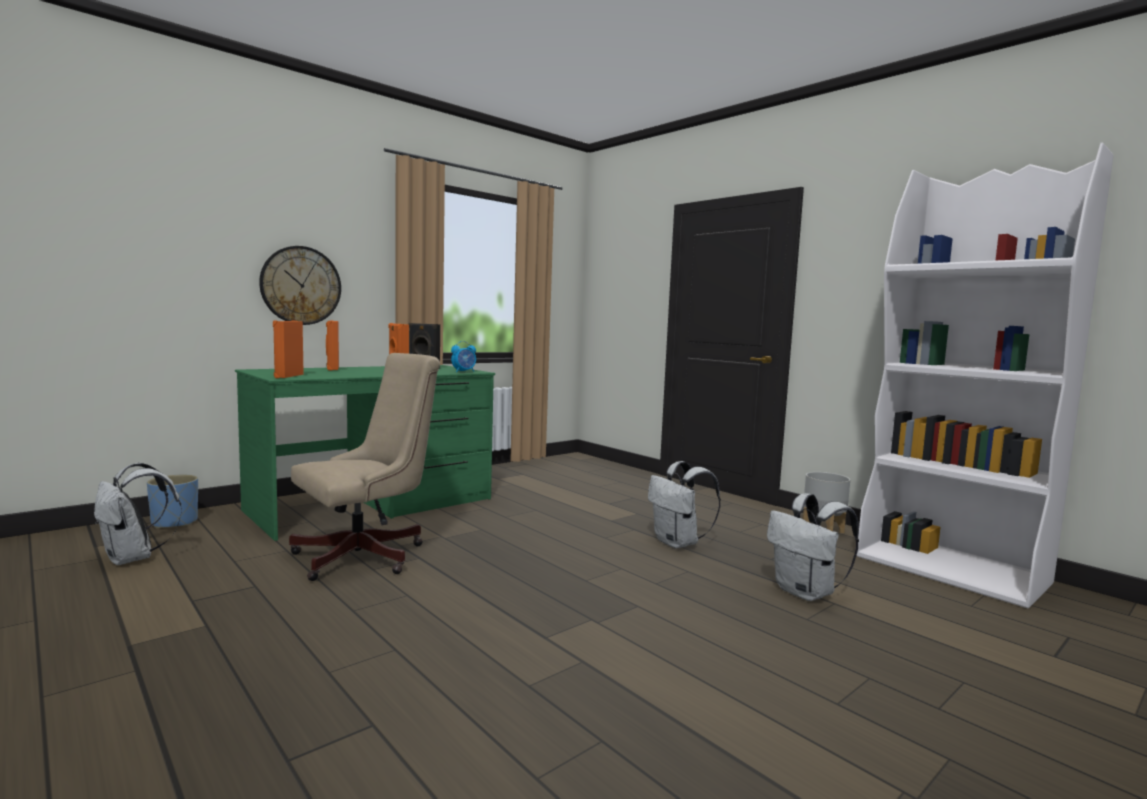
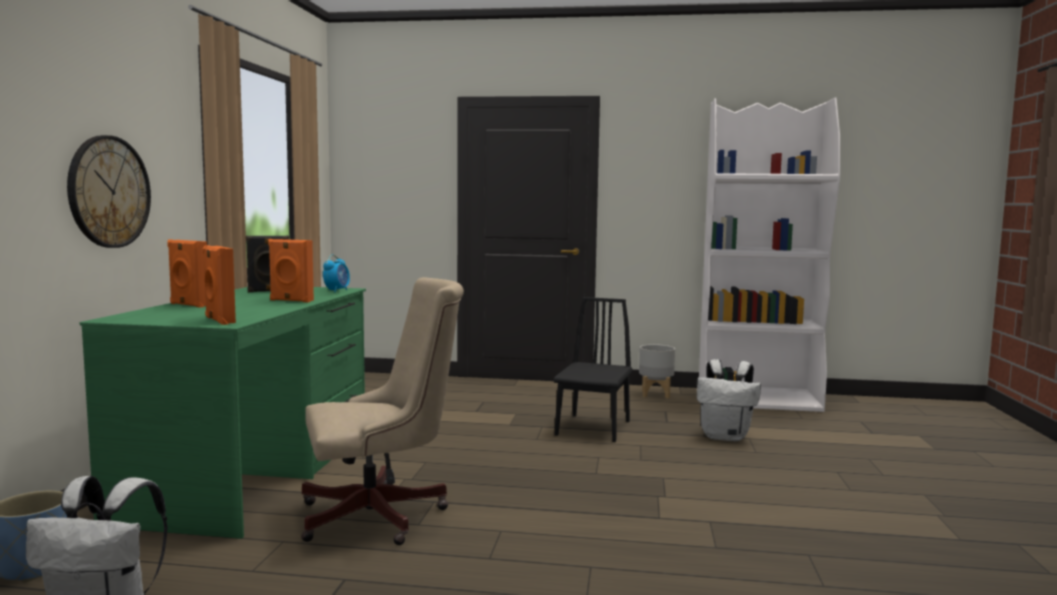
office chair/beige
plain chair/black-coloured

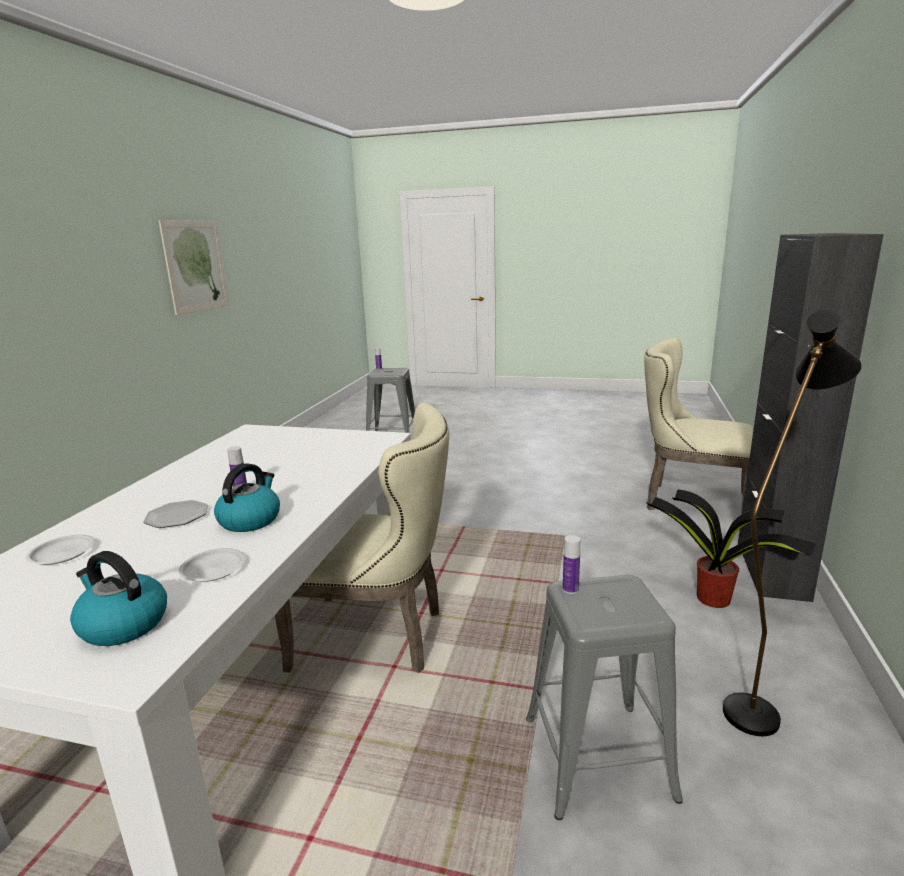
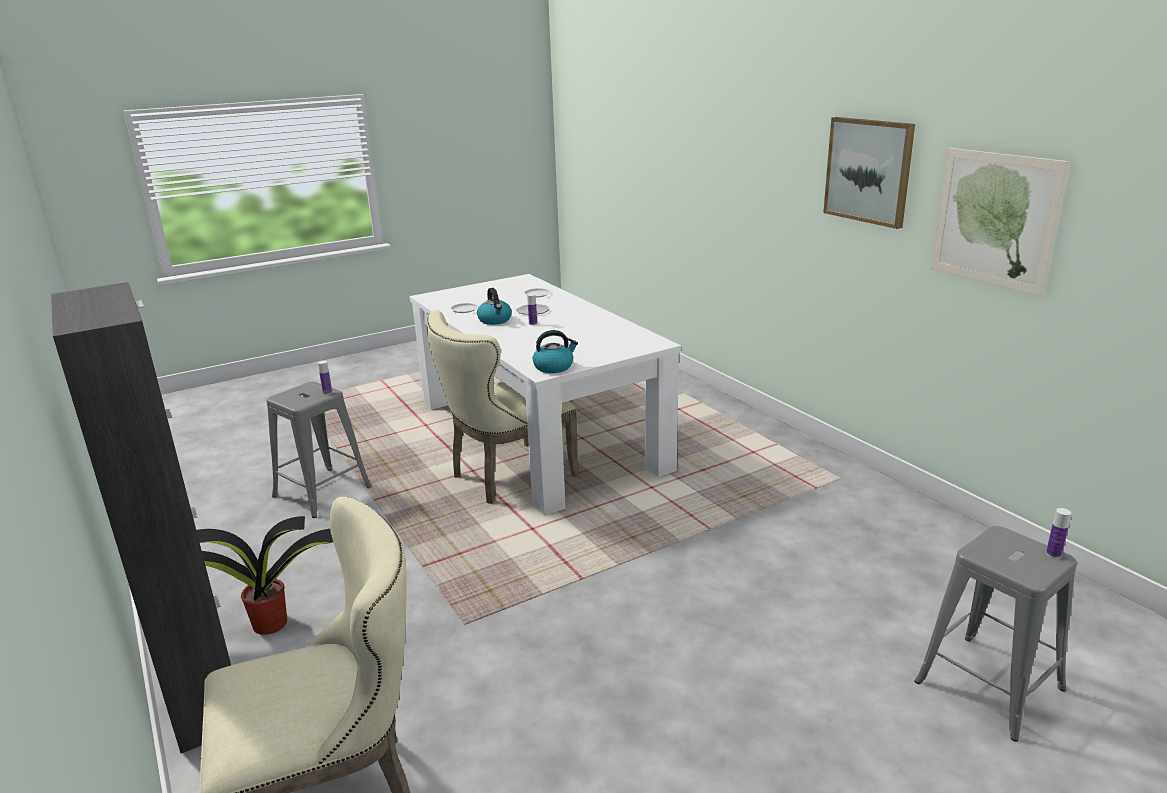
standing lamp/black-coloured
tea kettle (2nd from left)
wall art (1st from left)

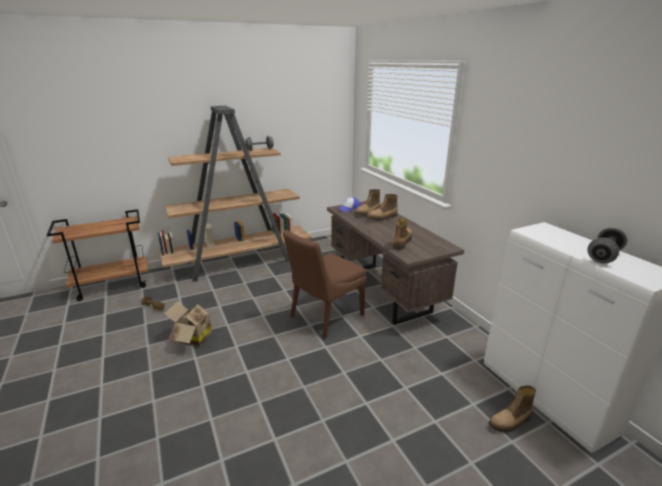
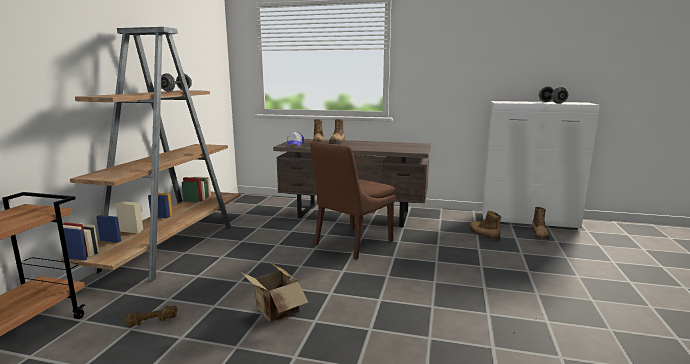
tall boot (3rd from left)
plain chair/brown-coloured

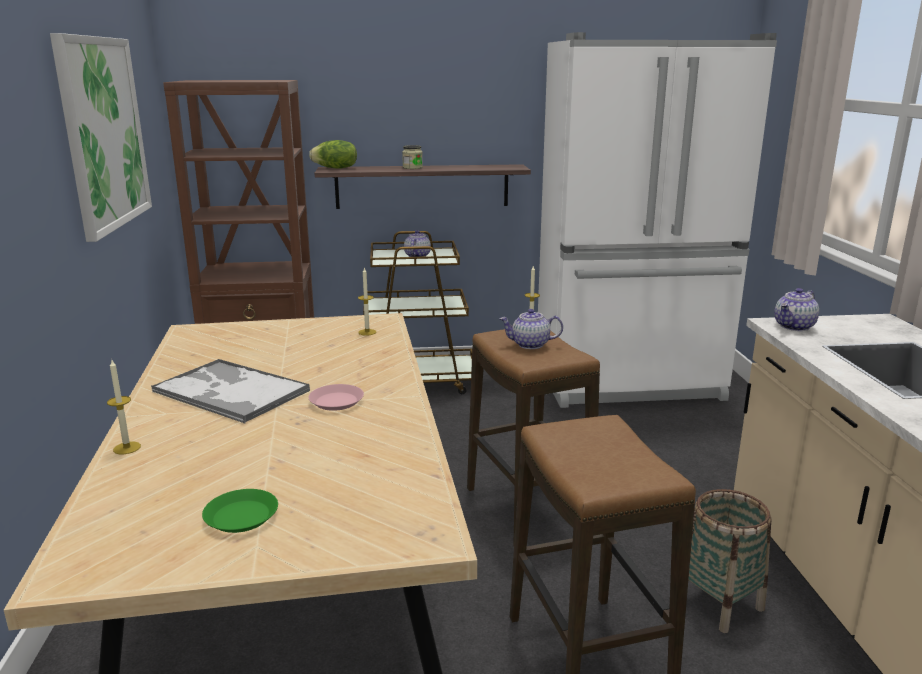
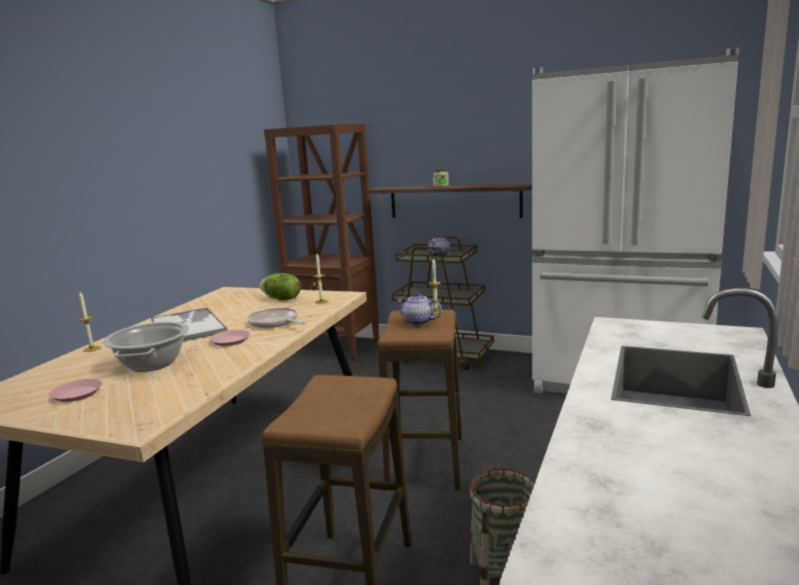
wall art
lettuce head
pot for tea (3rd from left in the first image)
plate/pink-coloured (1st from left)
frying pan
cooking pot

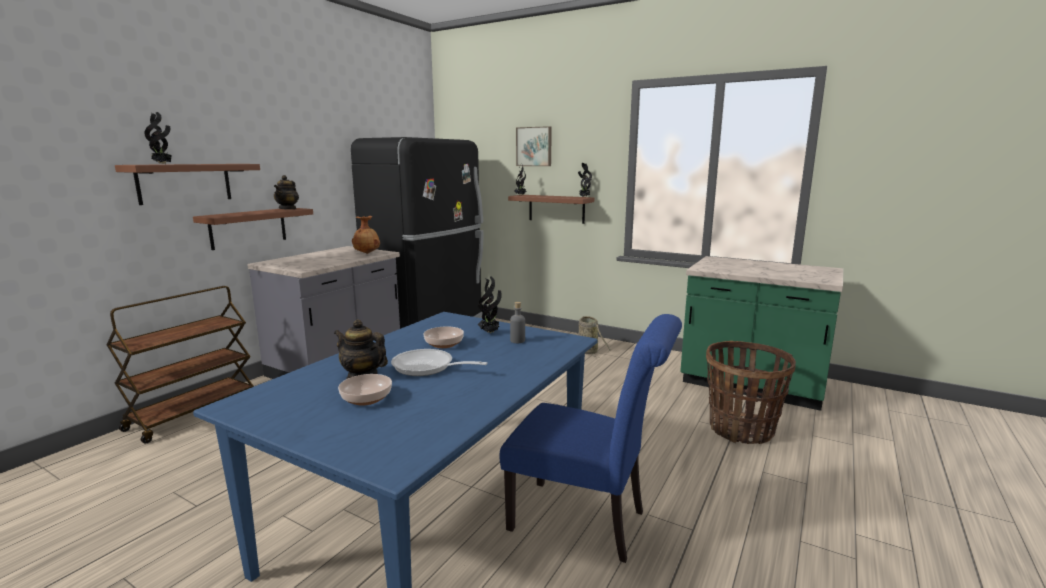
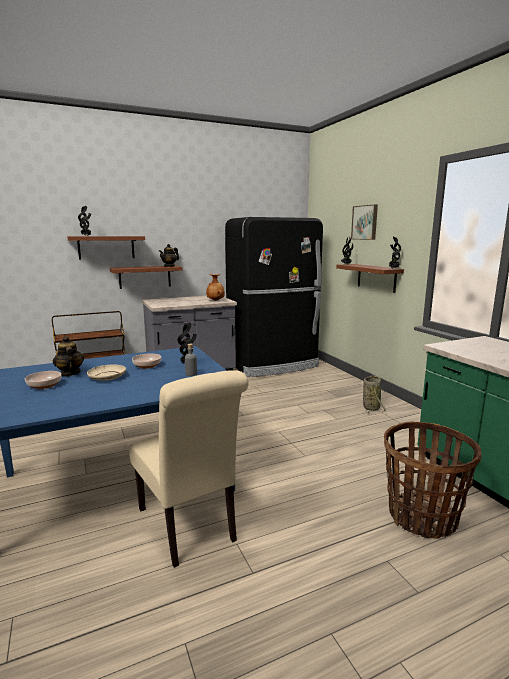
plain chair/beige
plate/beige

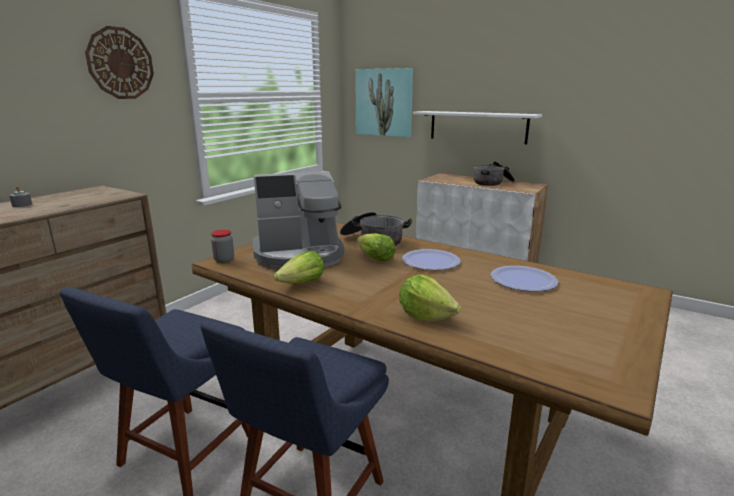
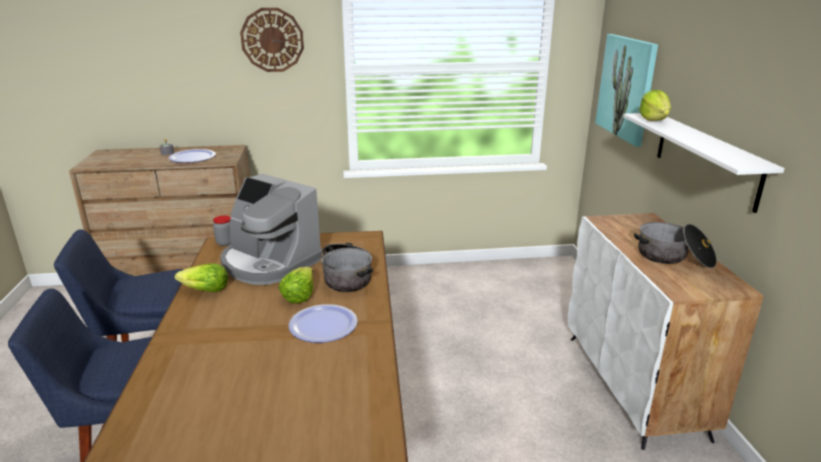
plate (1st from left)
lettuce head (3rd from left)

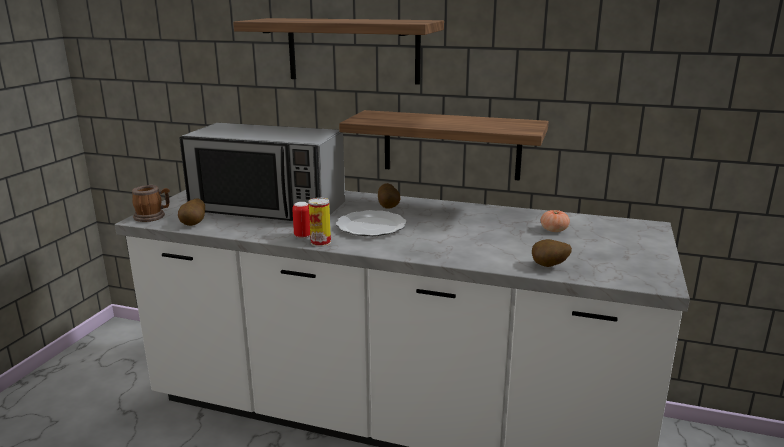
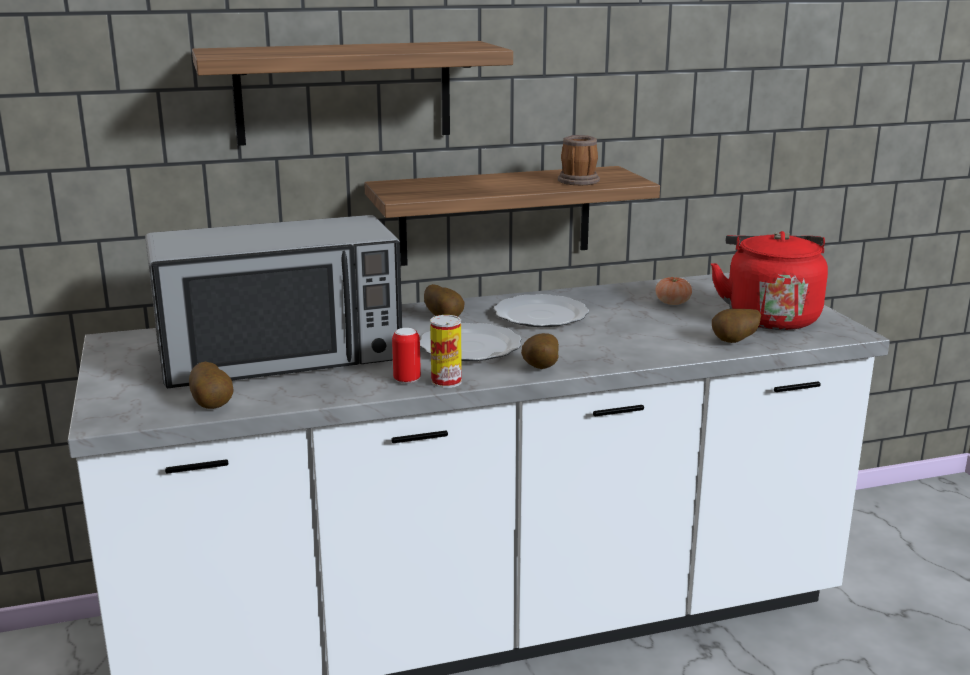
tea mug
tea kettle/red
plate (2nd from left)
potato (3rd from left)

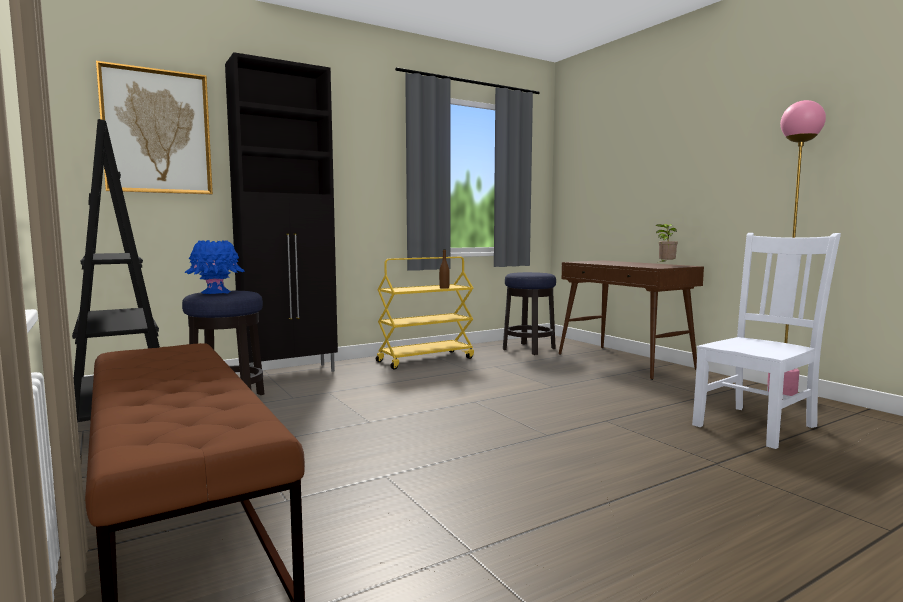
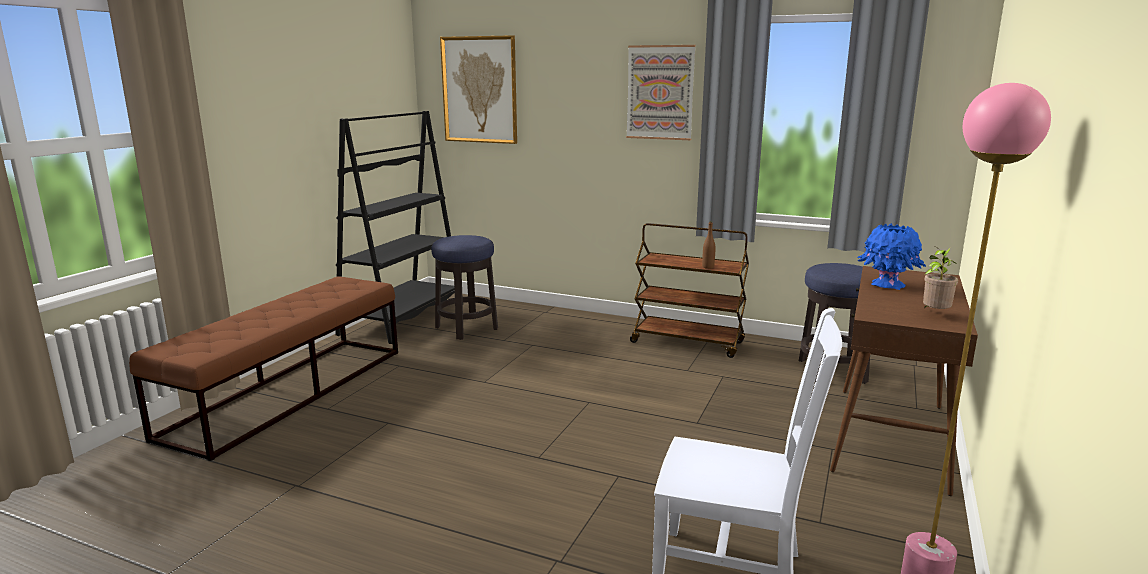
storage cabinet/black-coloured
flower vase/blue-coloured
wheeled cart/brown-coloured
wall art (2nd from left)

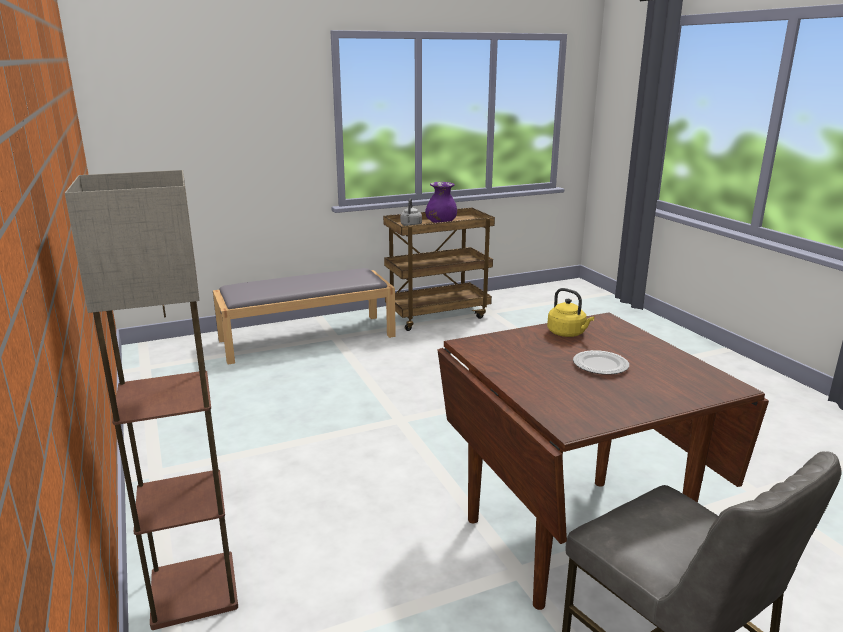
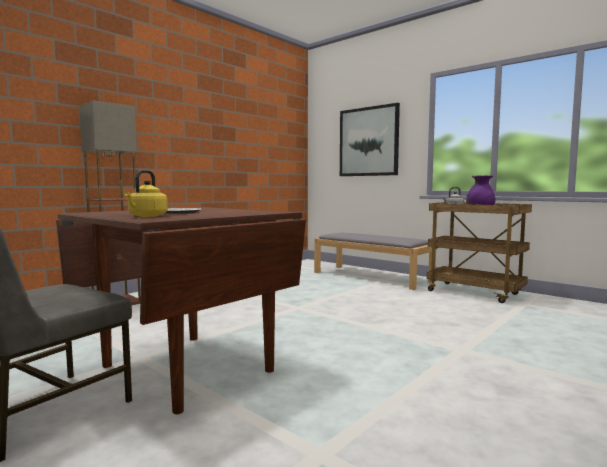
tea kettle/yellow-coloured
wall art

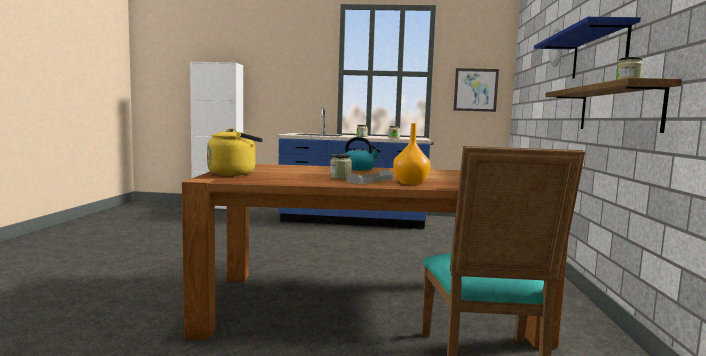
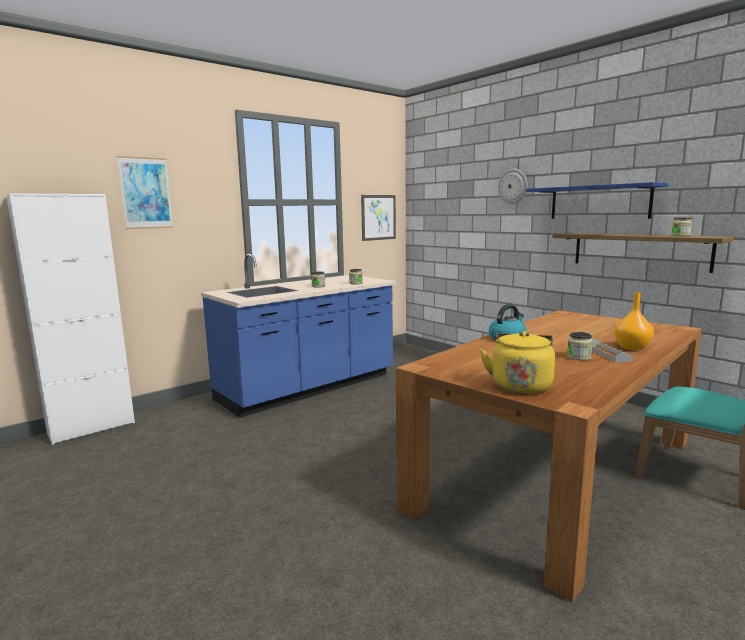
wall art (1st from left)

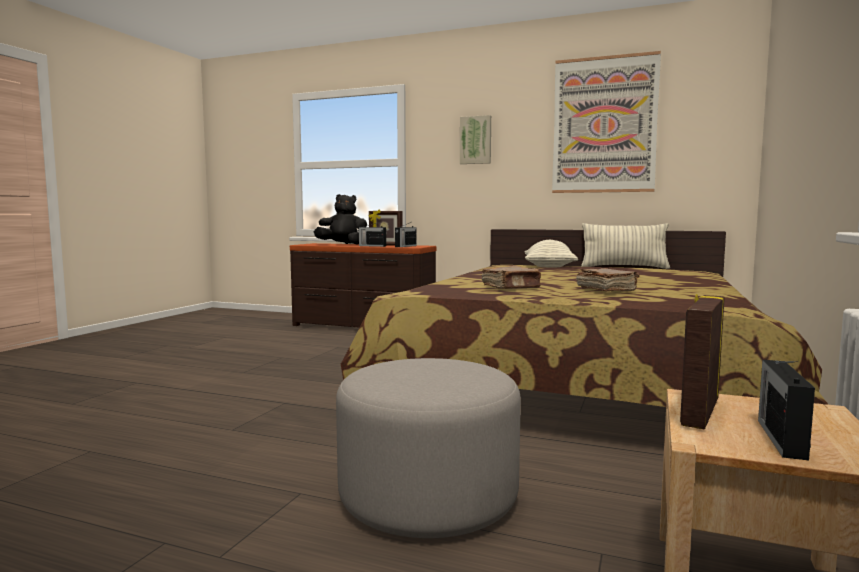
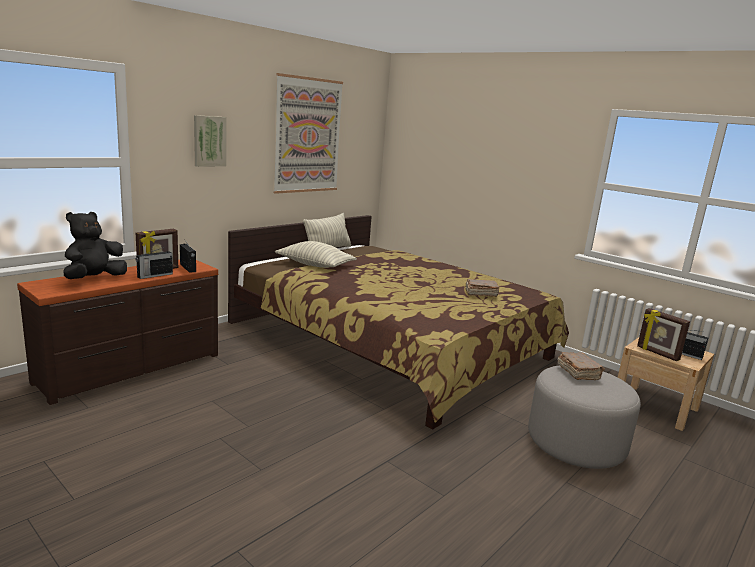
volume/brown-coloured (2nd from left)

